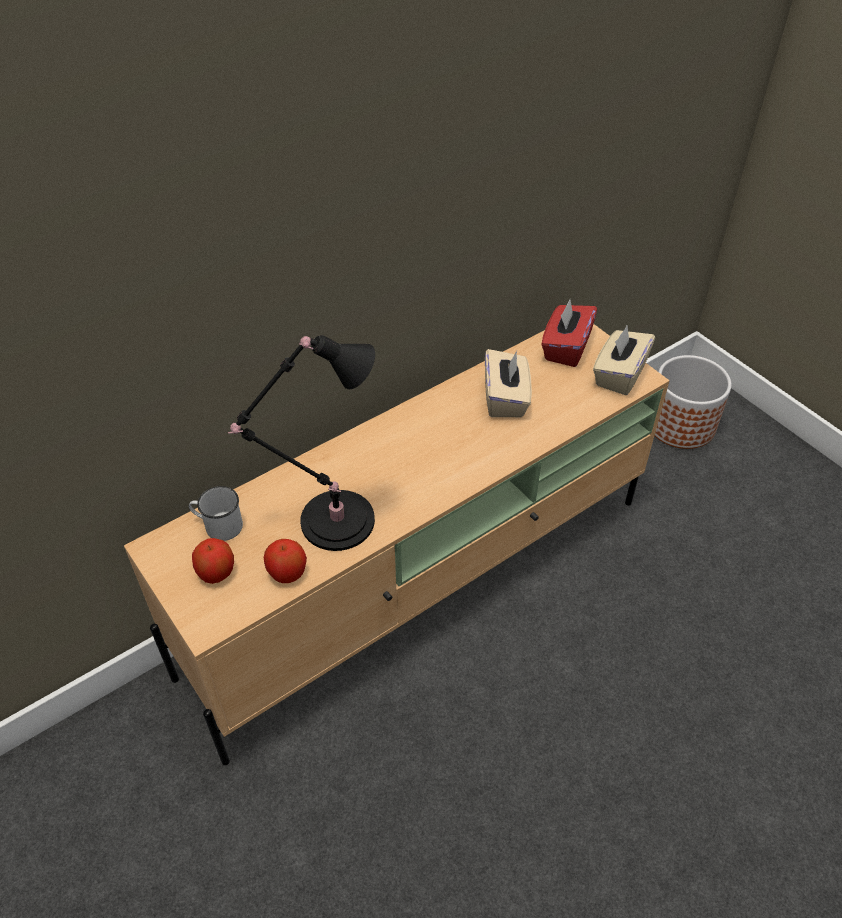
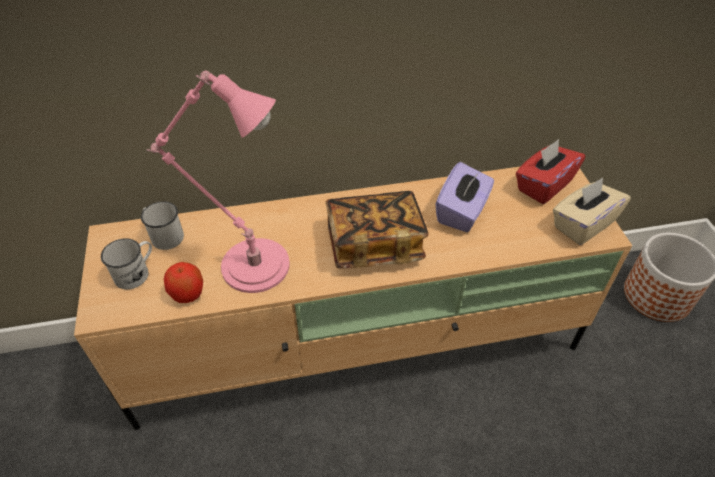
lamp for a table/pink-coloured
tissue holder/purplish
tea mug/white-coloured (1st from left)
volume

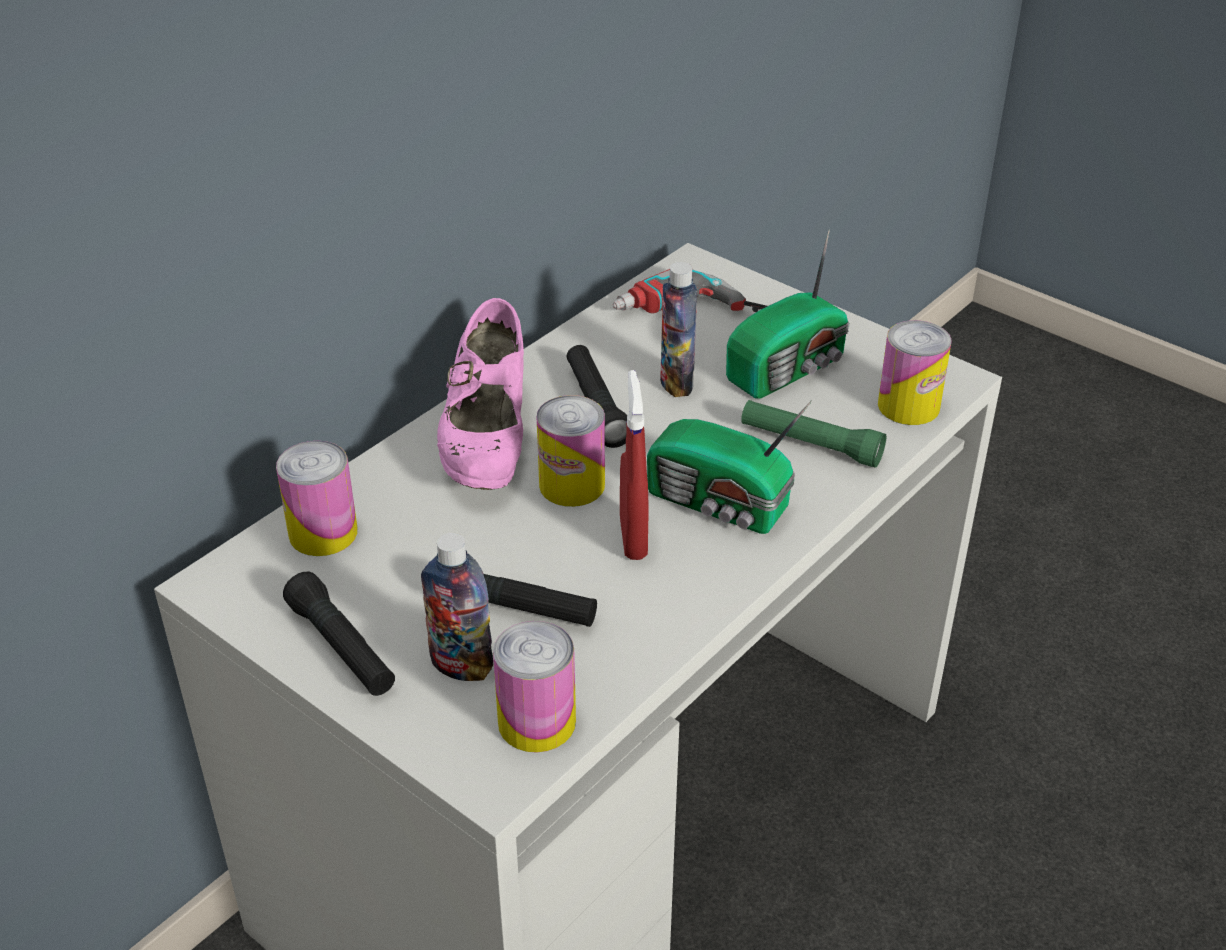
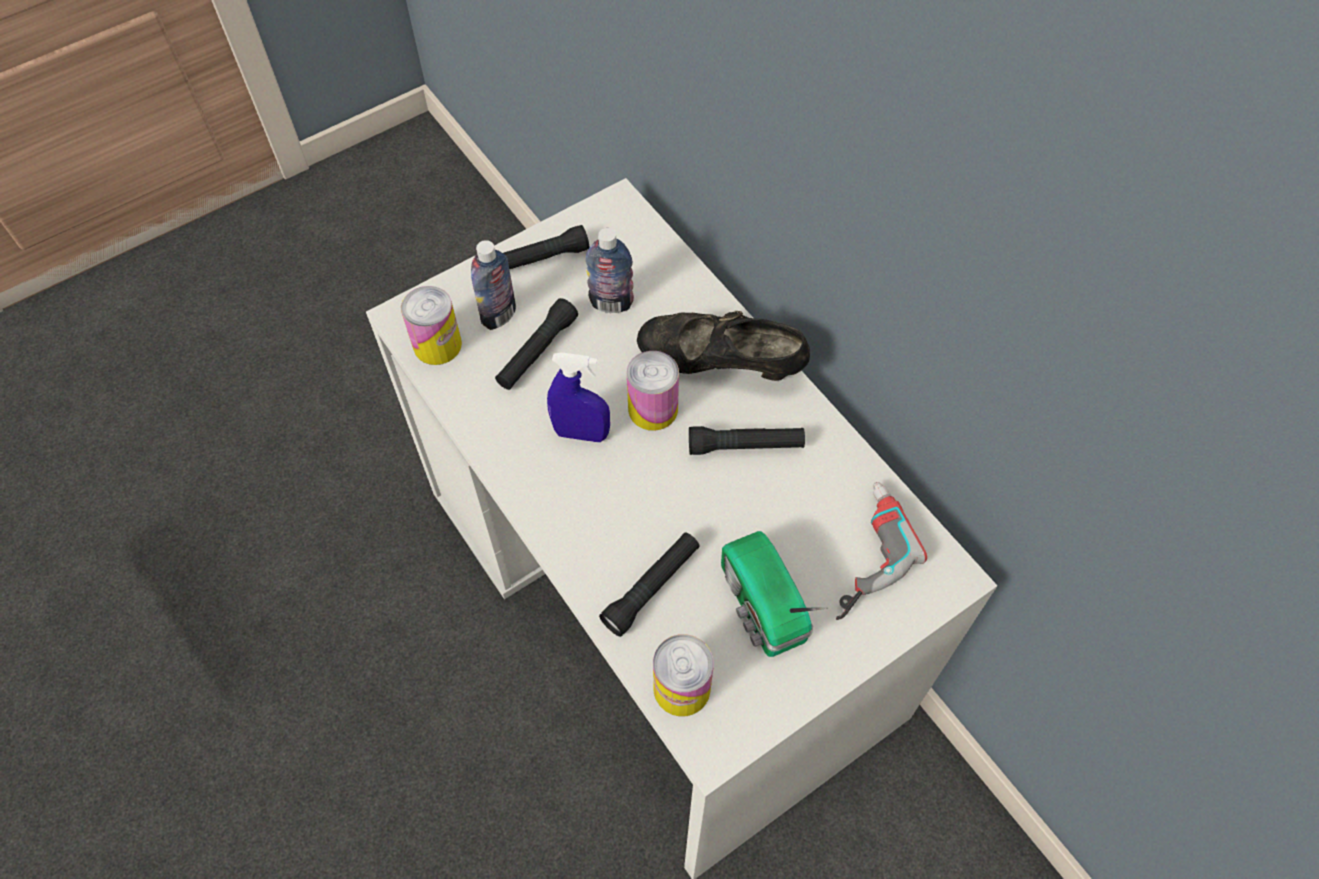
bottle (2nd from left)
item of footwear/black-coloured
sprayer/blue-coloured
radio set (1st from left in the first image)
hand torch/black-coloured (3rd from left)
metal can (1st from left in the first image)

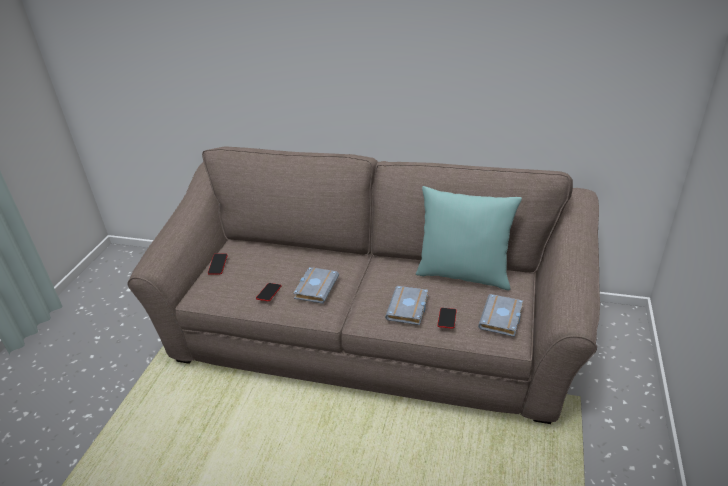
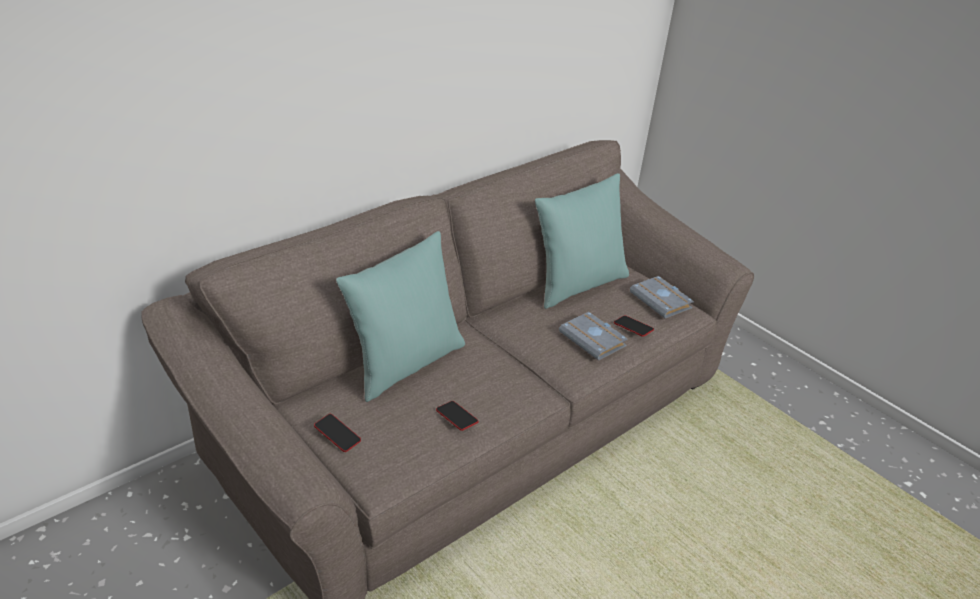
volume/greyish (1st from left in the first image)
pillow/blue-green (1st from left)

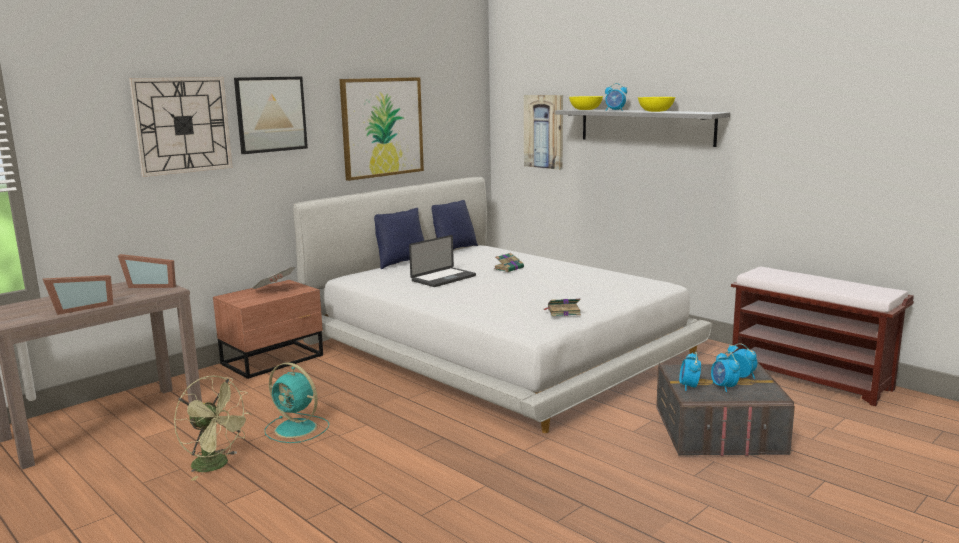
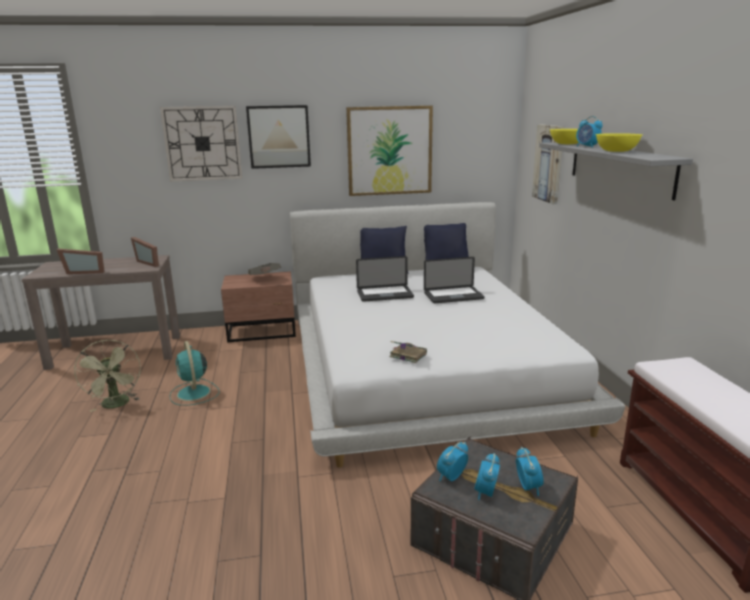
laptop (2nd from left)

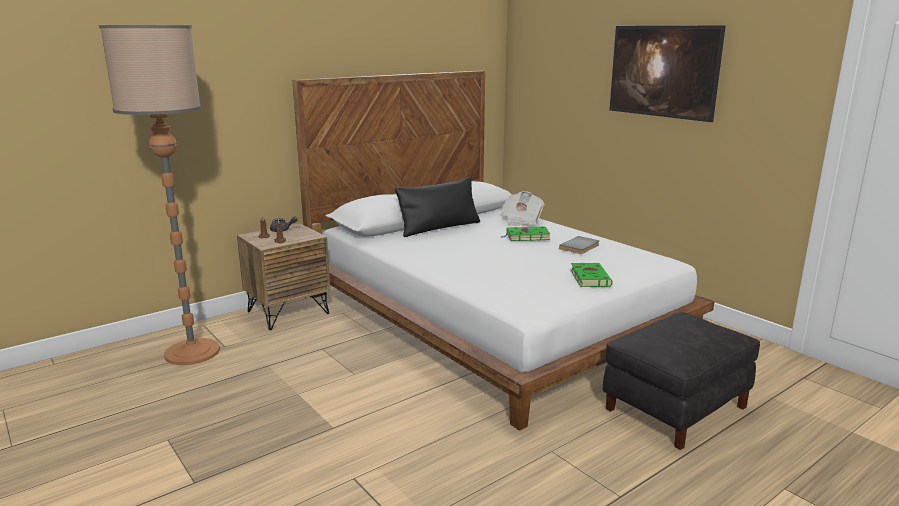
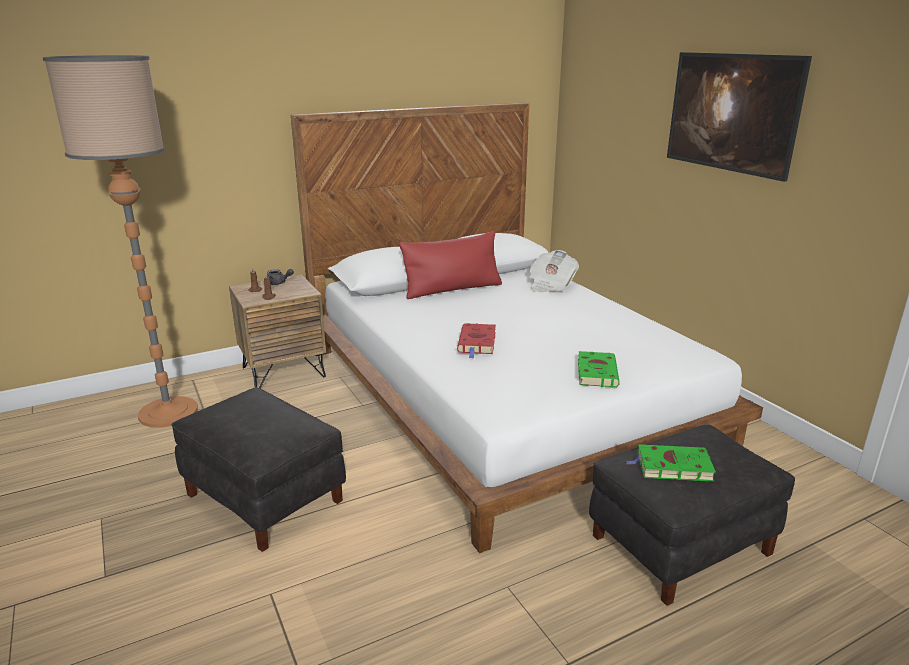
pillow/red
volume/greenish (2nd from left)
volume/greyish
volume/red
ottoman/black-coloured (1st from left)

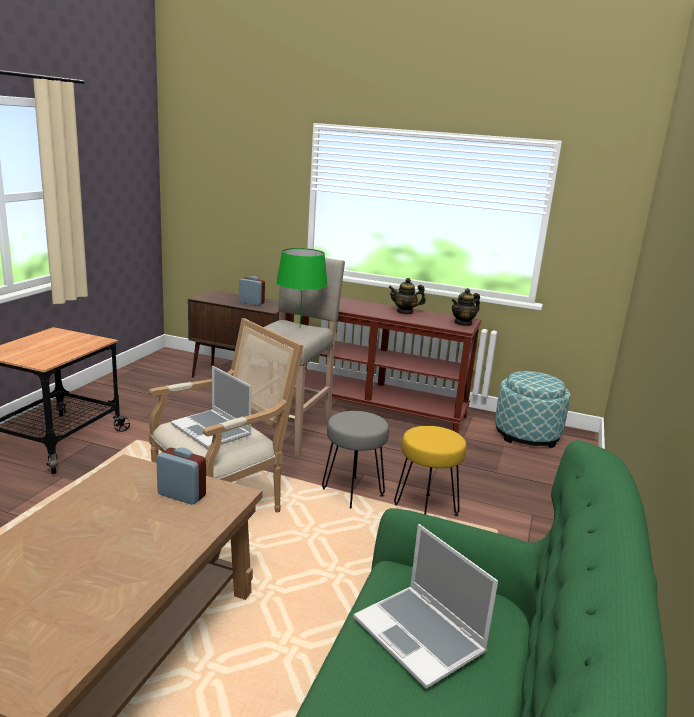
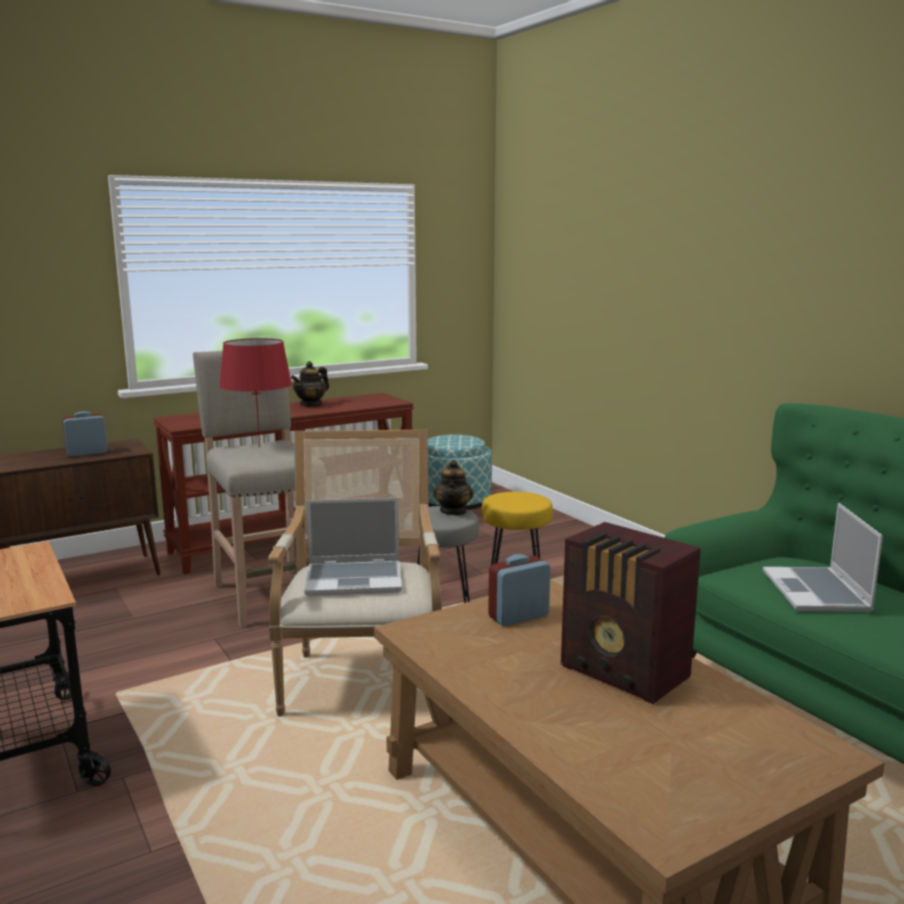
lamp for a table/red
pot for tea (2nd from left)
laptop (2nd from left)
radio set

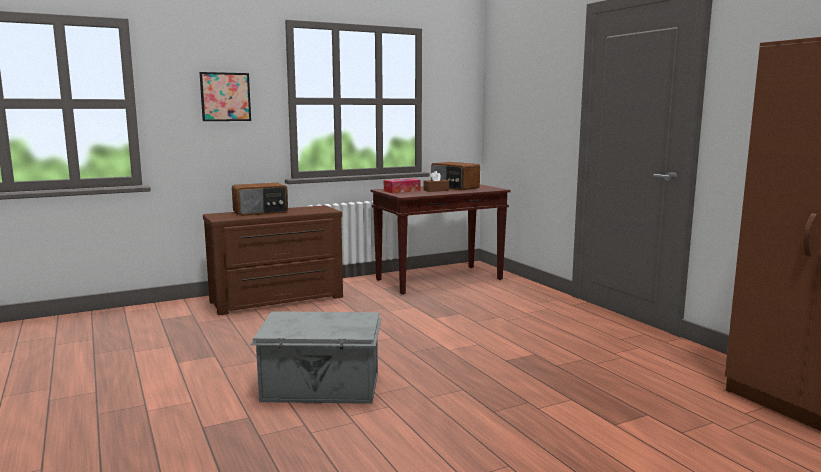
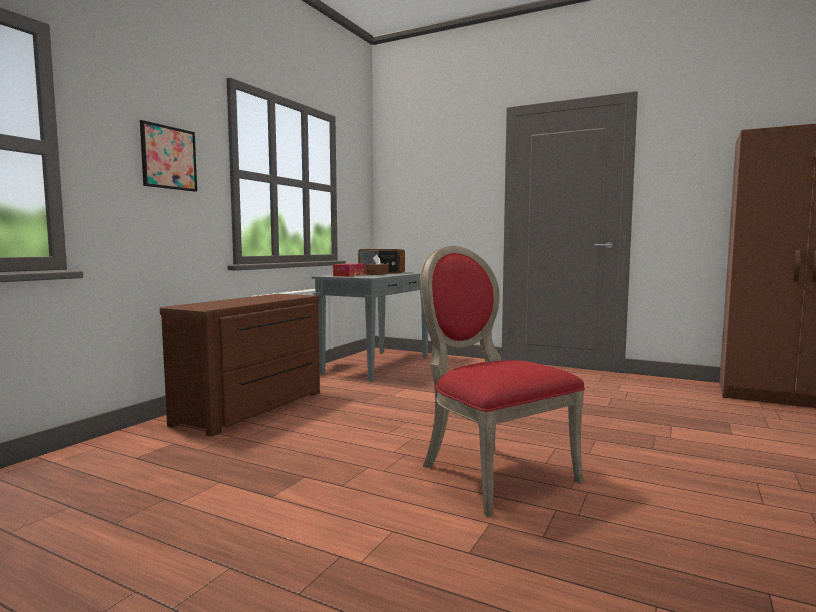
radio set (1st from left in the first image)
narrow table/greyish
plain chair/red

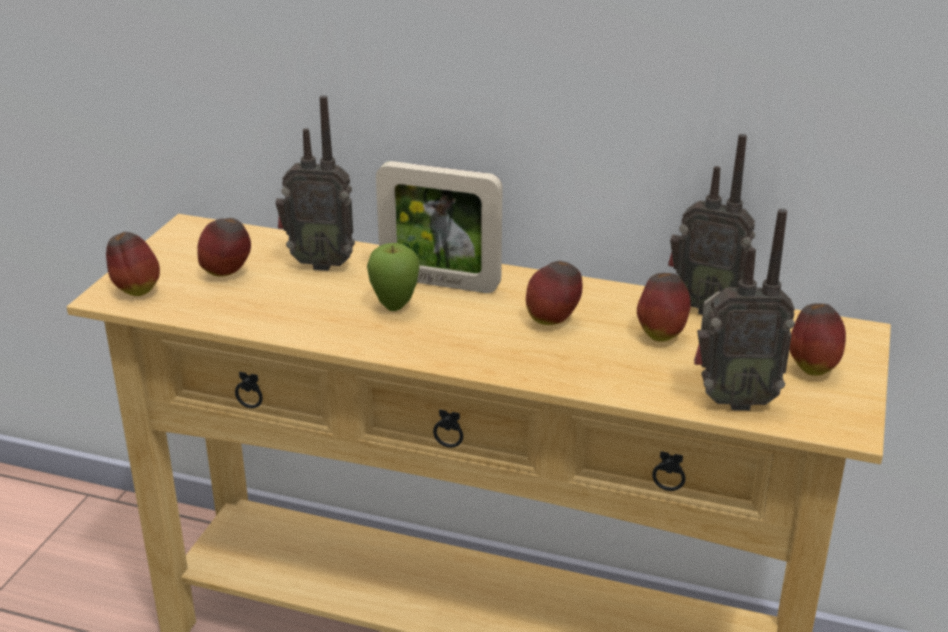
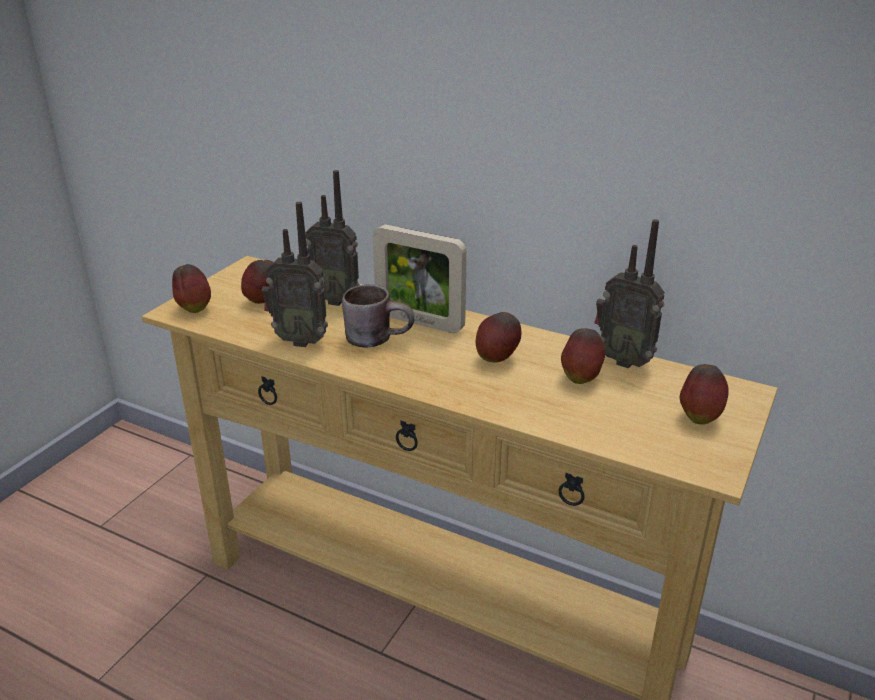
radio set (1st from left)
tea mug/brown-coloured

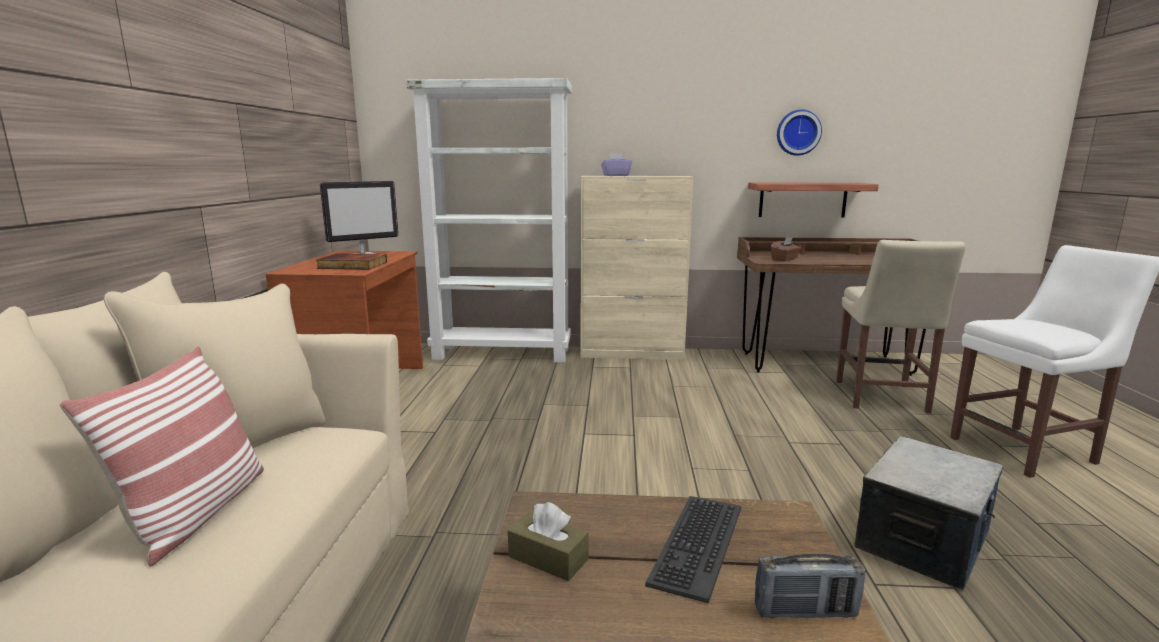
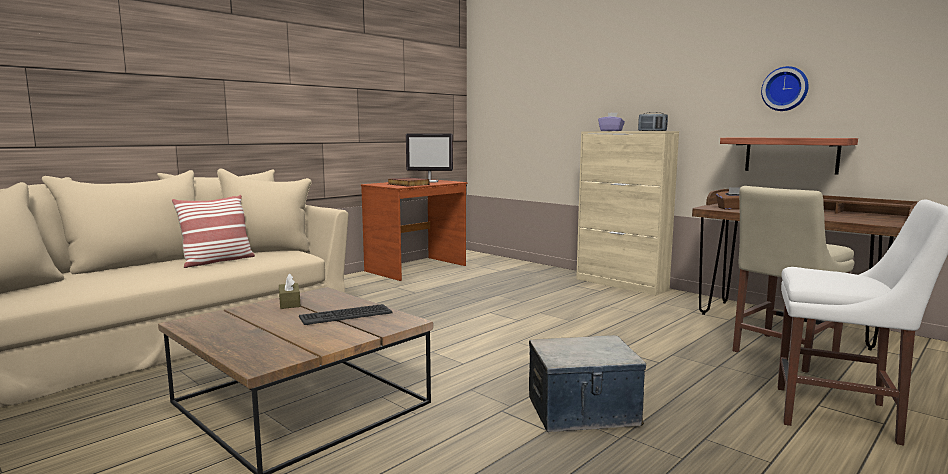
bookcase/white-coloured
radio set

